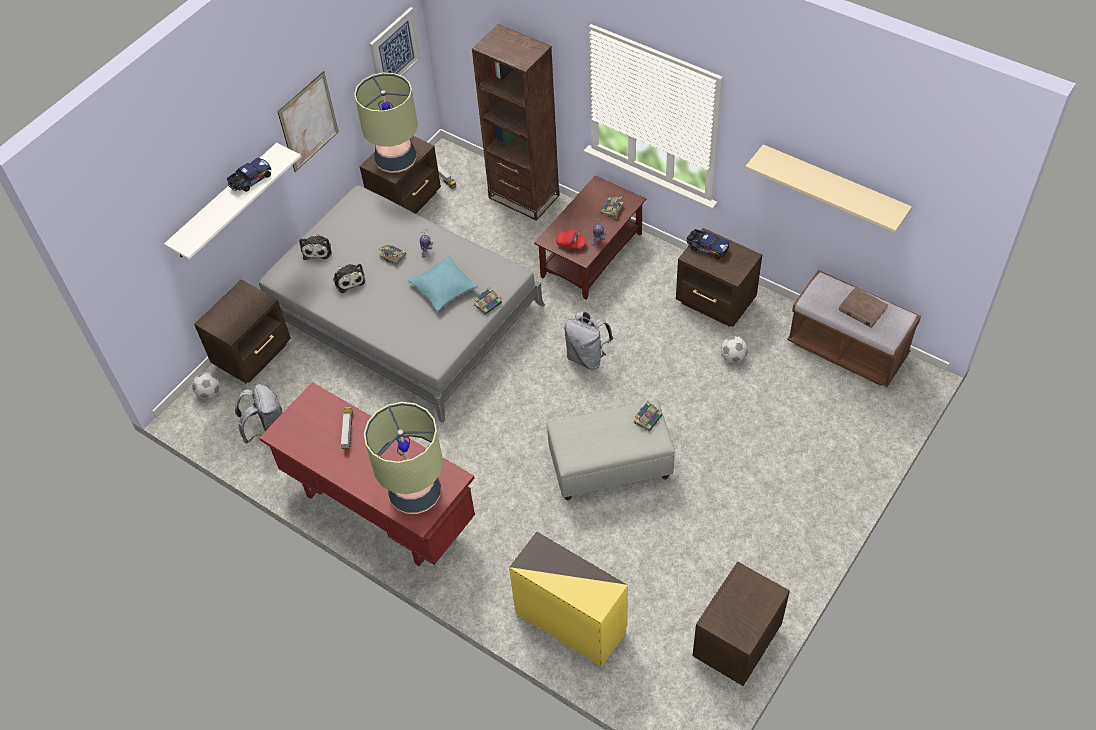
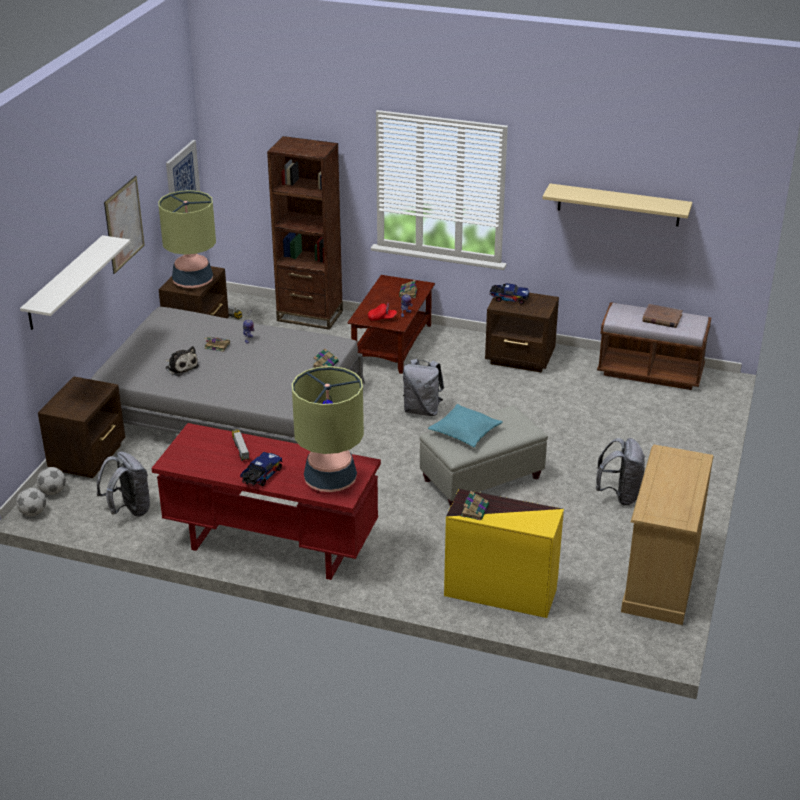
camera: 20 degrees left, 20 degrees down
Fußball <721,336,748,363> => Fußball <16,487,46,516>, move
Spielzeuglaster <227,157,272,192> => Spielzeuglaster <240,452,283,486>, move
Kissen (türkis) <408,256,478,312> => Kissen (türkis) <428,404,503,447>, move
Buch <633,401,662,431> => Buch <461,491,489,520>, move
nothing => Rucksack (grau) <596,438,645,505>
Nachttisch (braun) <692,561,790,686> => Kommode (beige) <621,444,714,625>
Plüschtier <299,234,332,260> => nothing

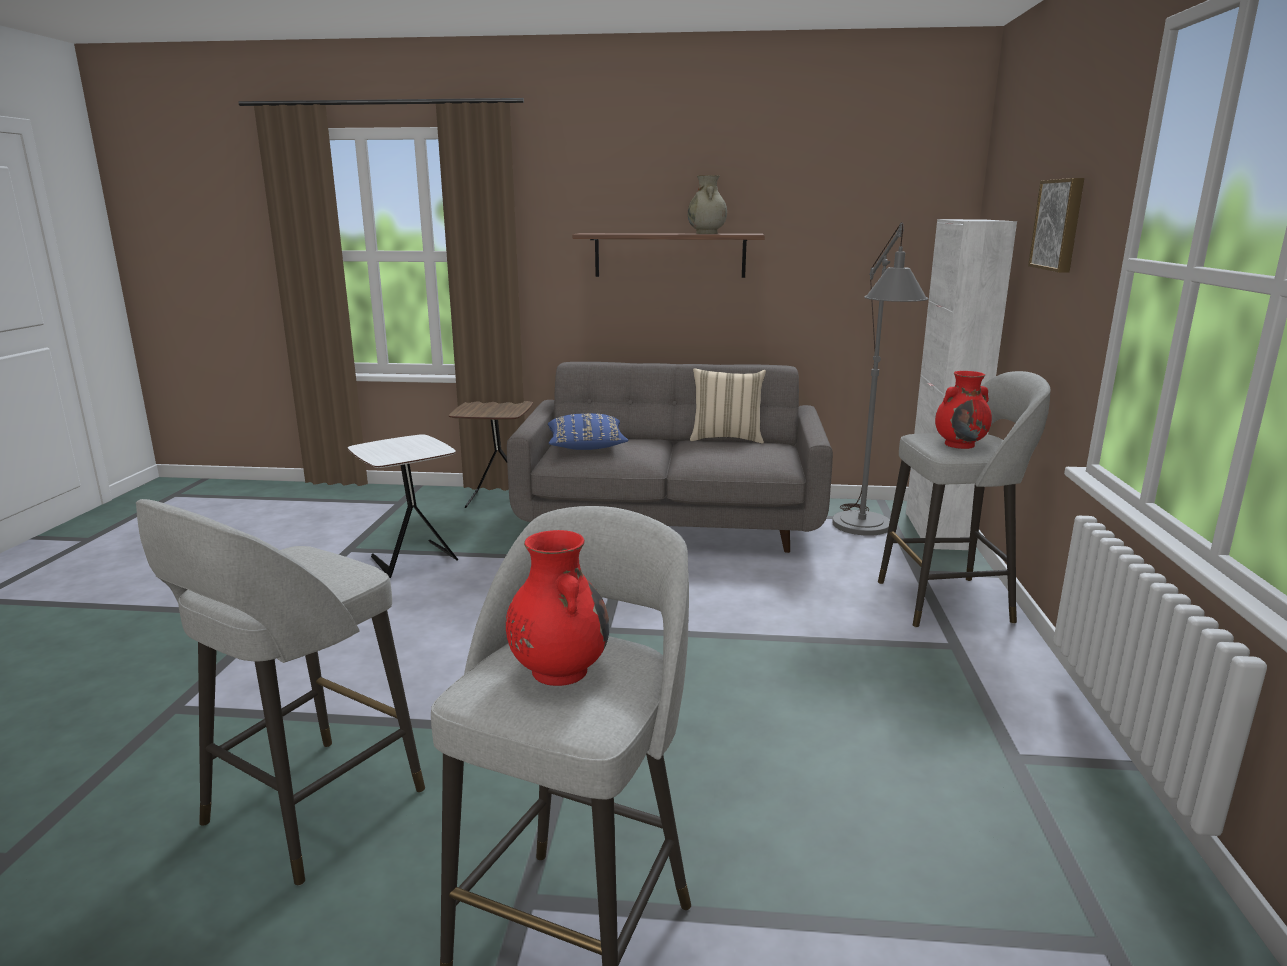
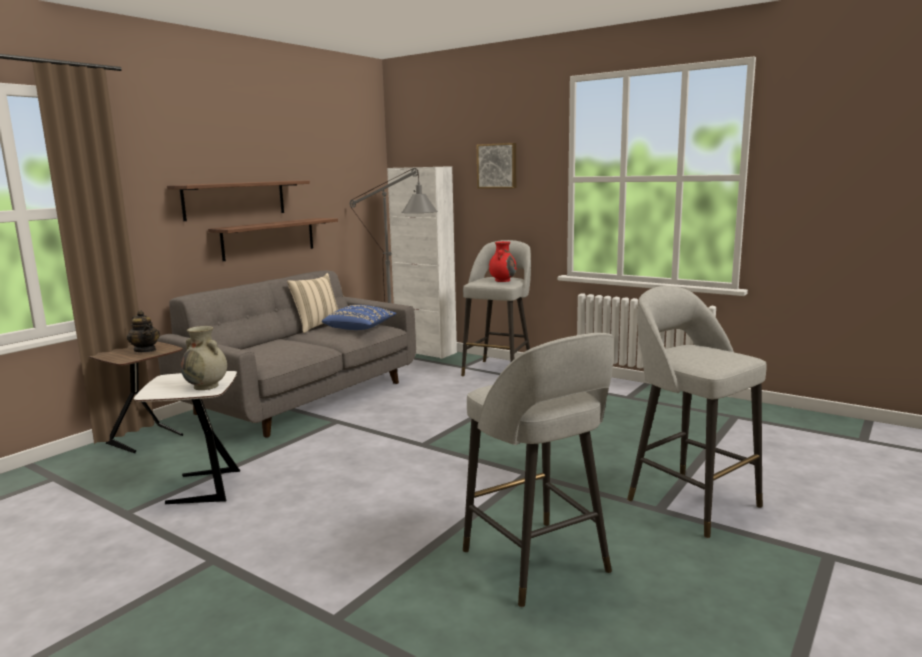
camera: 60 degrees left, 5 degrees down
nothing => Teekanne <127,310,160,352>
Vase (beige) <688,175,727,234> => Vase (beige) <181,326,227,390>, move
nothing => Wandregal <208,218,338,261>
Kissen (blau) <548,413,628,450> => Kissen (blau) <322,305,397,330>, move
Vase (rot) <506,530,609,686> => nothing

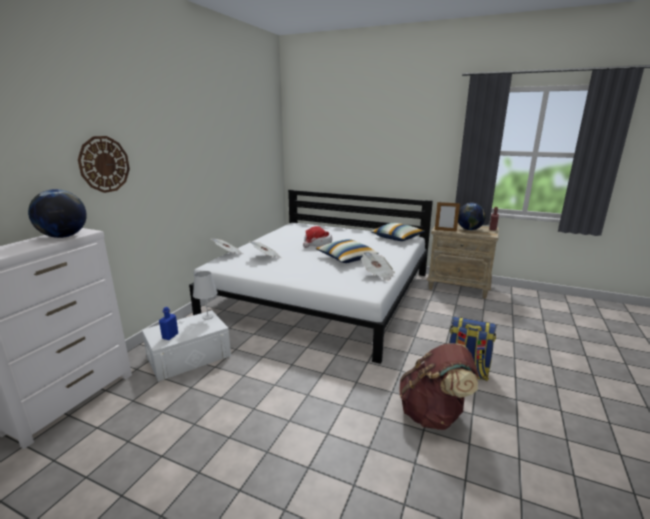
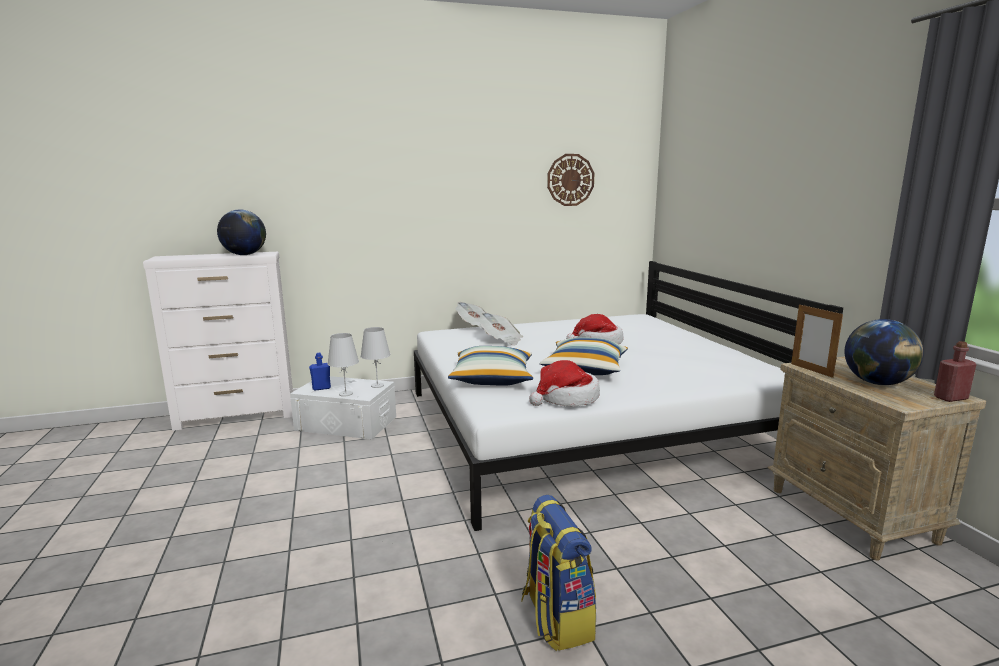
camera: 50 degrees right, 5 degrees down
nothing => Tischlampe (weiß) <327,333,359,397>
Kissen <371,223,425,241> => Kissen <448,346,533,386>, move
Zeitung <361,252,395,281> => Hut <529,360,600,406>
Wanduhr <78,136,130,193> => Wanduhr <547,154,594,206>, move
Rucksack (braun) <399,343,479,430> => nothing

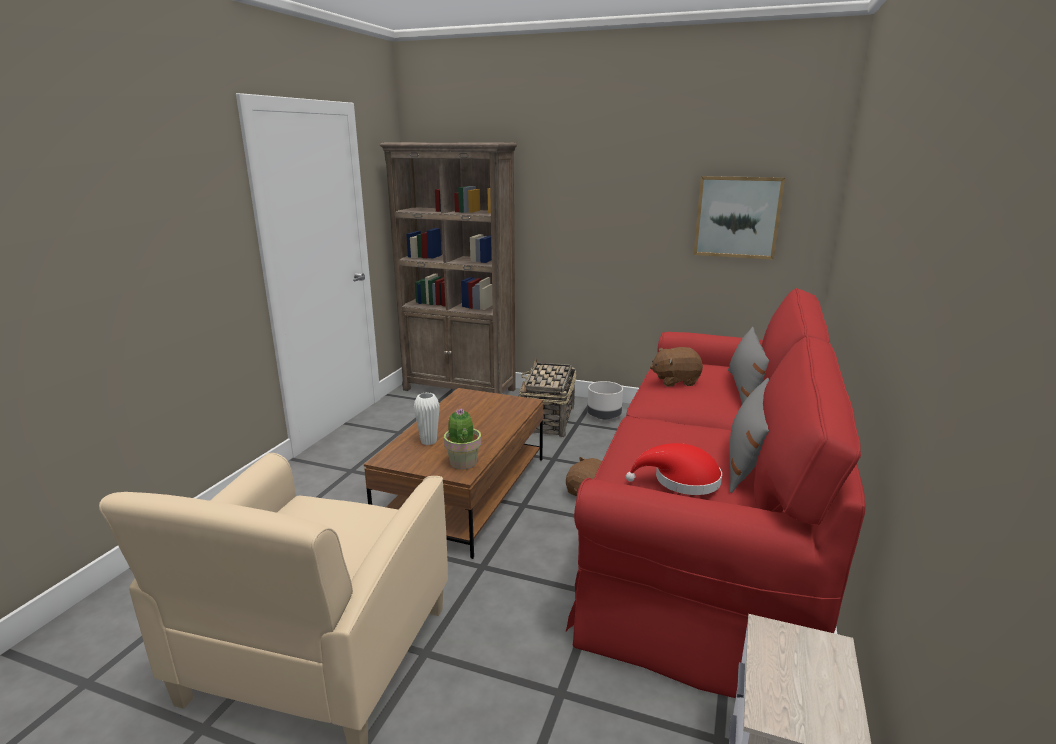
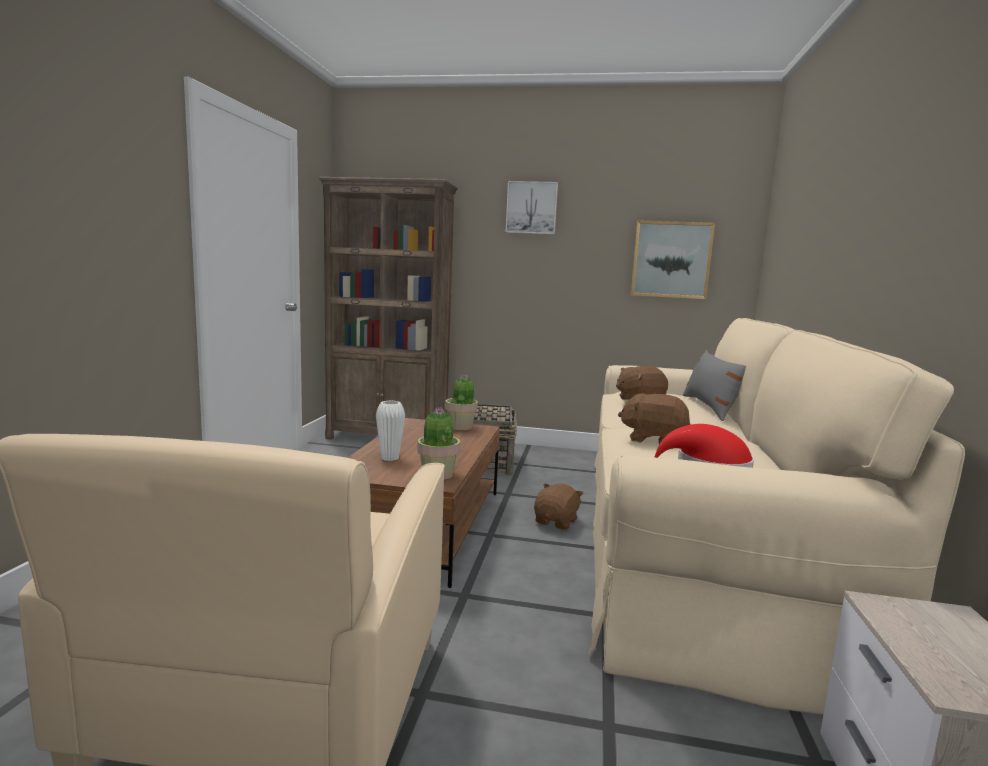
camera: 10 degrees left, 10 degrees down
nothing => Topfpflanze <445,374,478,430>
nothing => Bild <506,181,558,234>
Sofa (rot) <566,288,866,698> => Sofa (beige) <589,318,965,715>
nothing => Plüschtier (braun) <618,393,691,444>
Pflanzkübel (grau) <587,381,623,419> => nothing
Kissen (grau) <729,378,769,493> => nothing

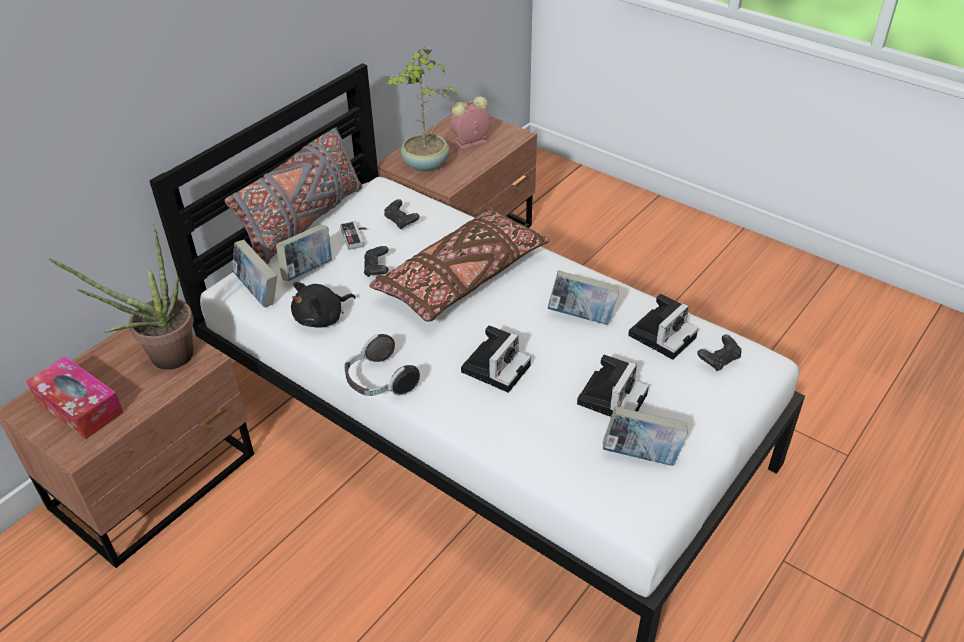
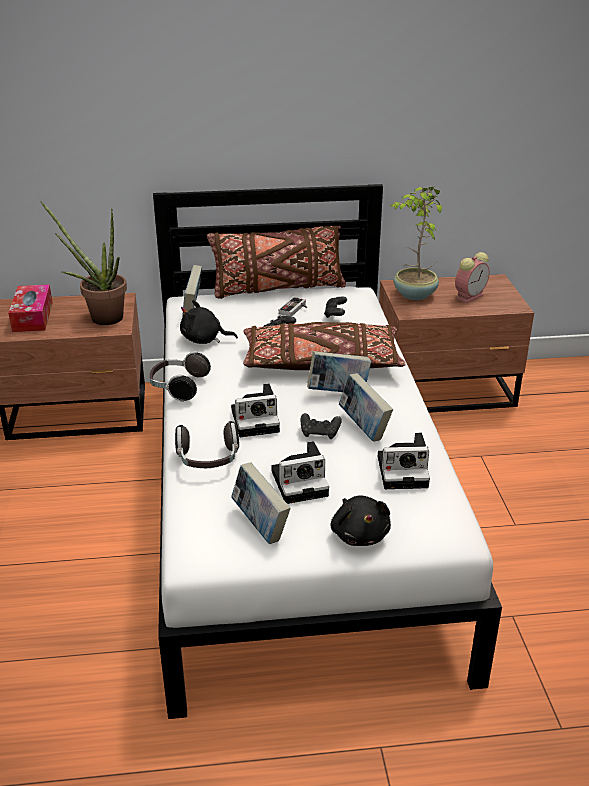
camera: 45 degrees right, 10 degrees down
nothing => Kopfhörer <175,421,239,468>
Kissen (grau) <224,127,362,264> => Kissen (braun) <207,226,346,299>
Gamepad (schwarz) <697,335,741,371> => Gamepad (schwarz) <301,413,342,439>, move
Buch <276,225,332,281> => Buch <307,351,371,392>, move
nothing => Plüschtier (schwarz) <331,495,391,546>
Wecker <450,96,491,149> => Wecker <455,252,490,303>, 120 degrees clockwise

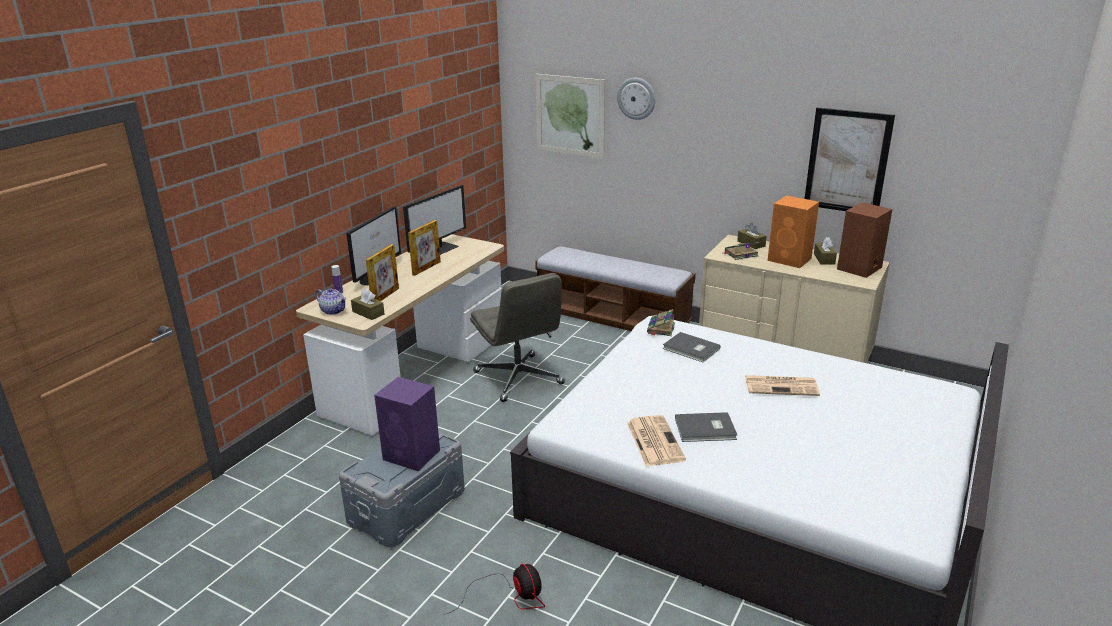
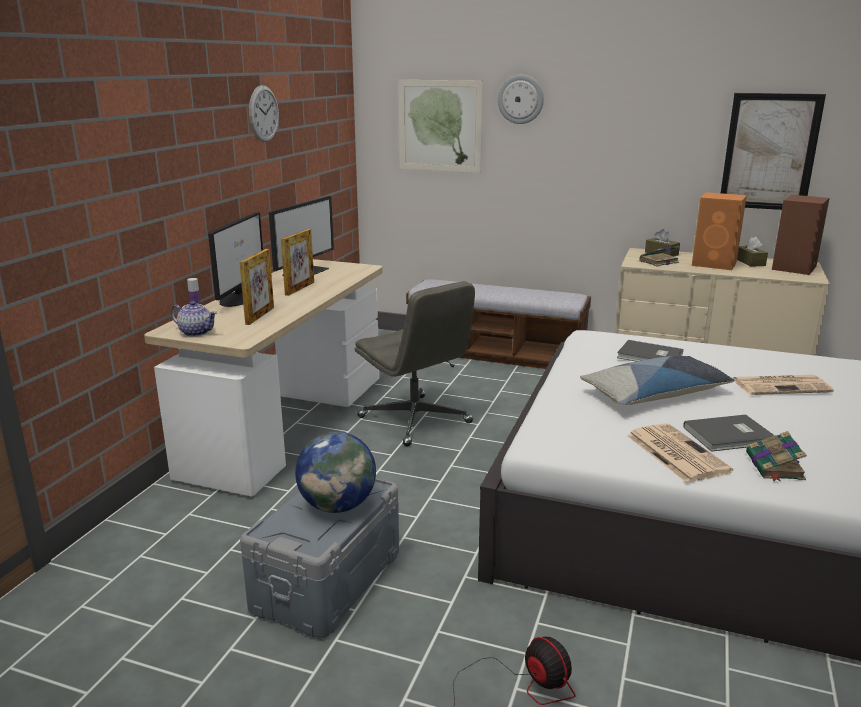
camera: 10 degrees left, 5 degrees down
nothing => Wanduhr <249,85,279,142>
Lautsprecher (lila) <374,377,440,471> => Globus <295,432,376,513>
nothing => Kissen <580,356,735,405>
Buch <647,309,675,336> => Buch <746,431,807,482>, move
Taschentuchbox (braun) <351,289,384,320> => nothing

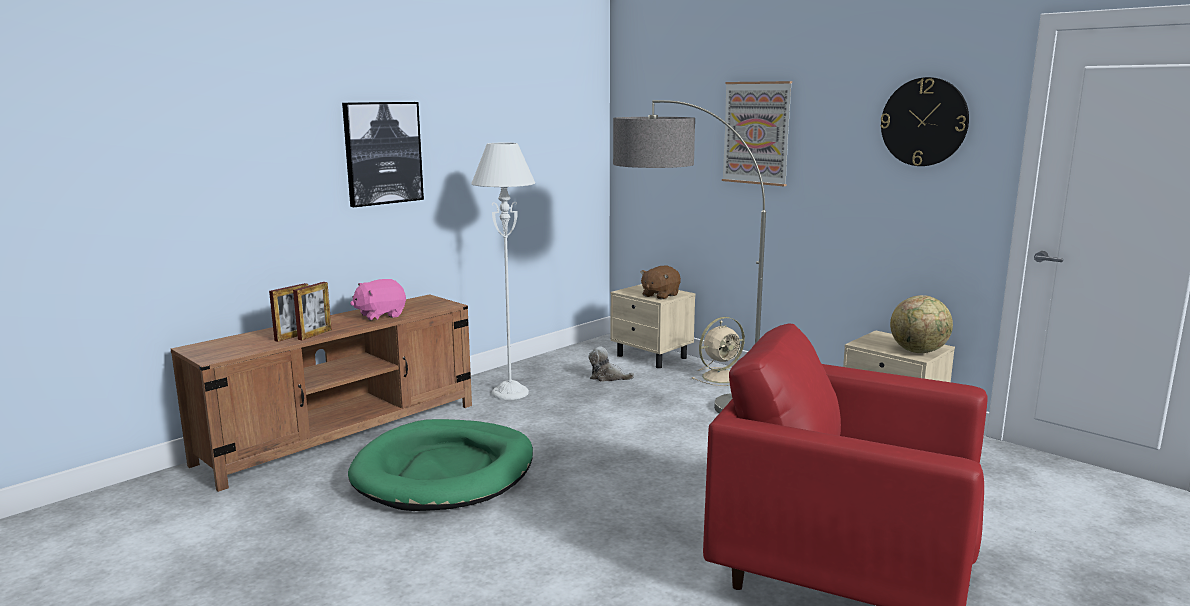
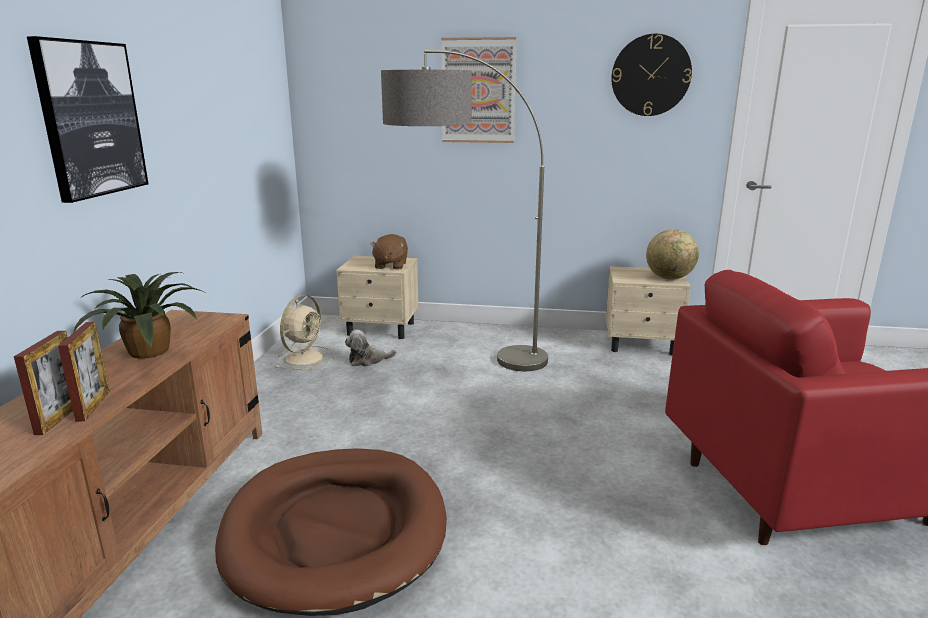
camera: 35 degrees left, 5 degrees up
Plüschtier (rosa) <350,279,406,321> => Topfpflanze <73,272,205,359>
Hundebett (grün) <348,419,533,511> => Hundebett (braun) <215,448,447,616>
Ventilator (beige) <692,317,745,386> => Ventilator (beige) <275,295,334,370>, move
Stehlampe (weiß) <471,143,535,400> => nothing

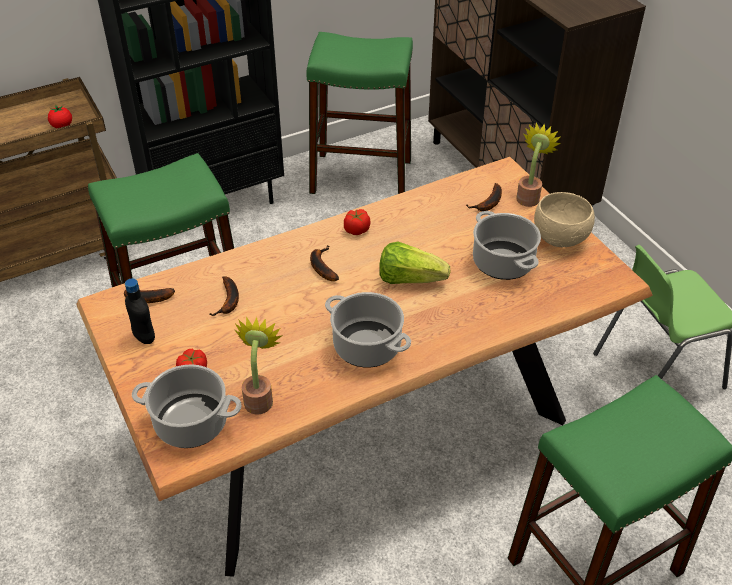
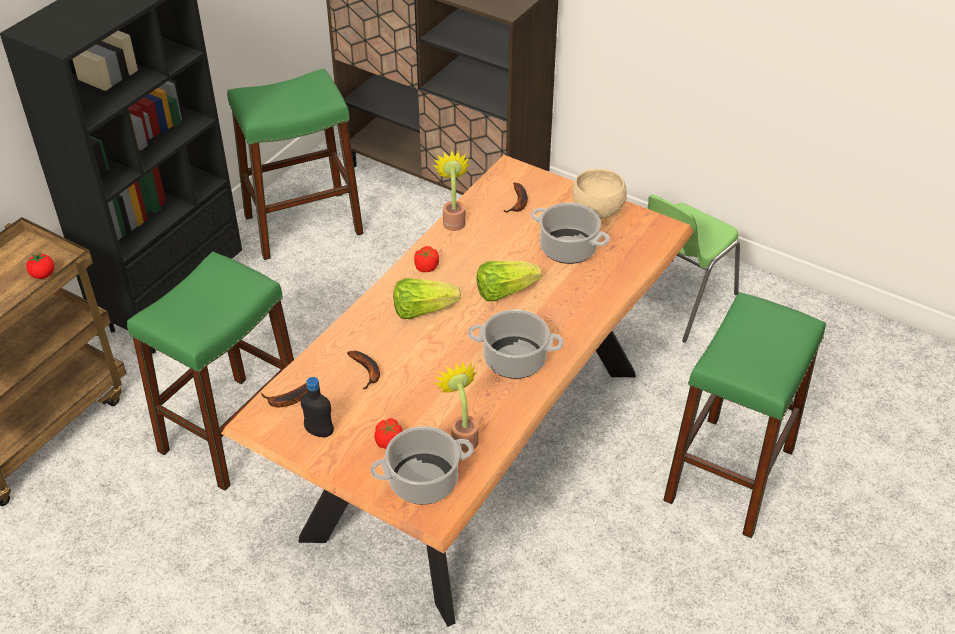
camera: 30 degrees left, 0 degrees up
Banane <310,245,339,281> => Salatkopf <393,278,461,319>
Topfpflanze <516,122,561,207> => Topfpflanze <433,151,471,231>, move

